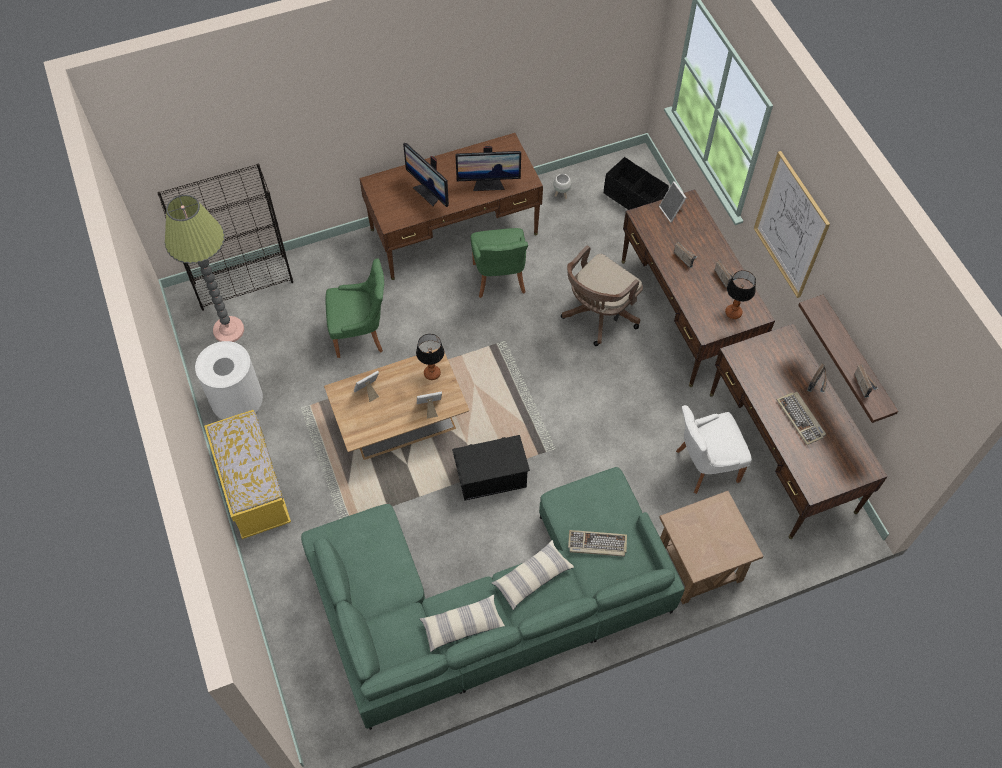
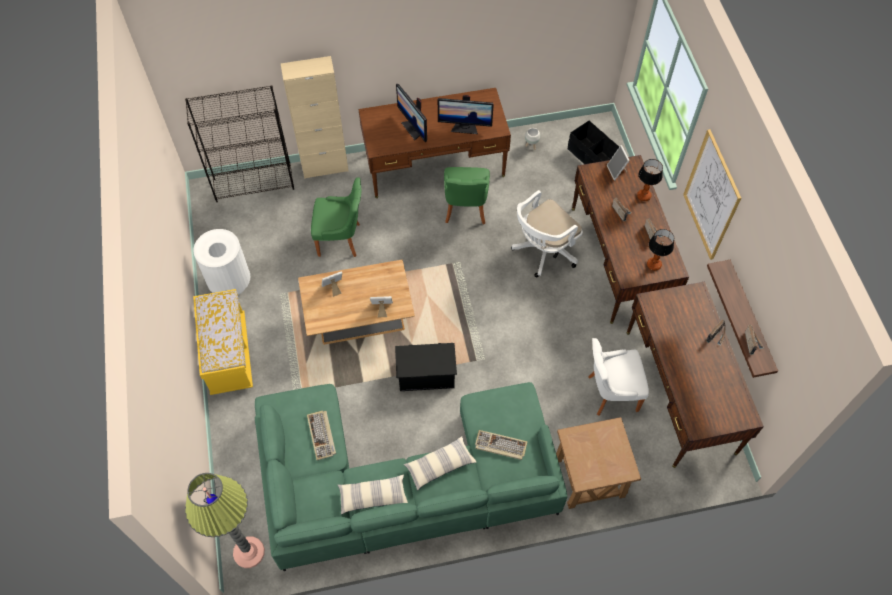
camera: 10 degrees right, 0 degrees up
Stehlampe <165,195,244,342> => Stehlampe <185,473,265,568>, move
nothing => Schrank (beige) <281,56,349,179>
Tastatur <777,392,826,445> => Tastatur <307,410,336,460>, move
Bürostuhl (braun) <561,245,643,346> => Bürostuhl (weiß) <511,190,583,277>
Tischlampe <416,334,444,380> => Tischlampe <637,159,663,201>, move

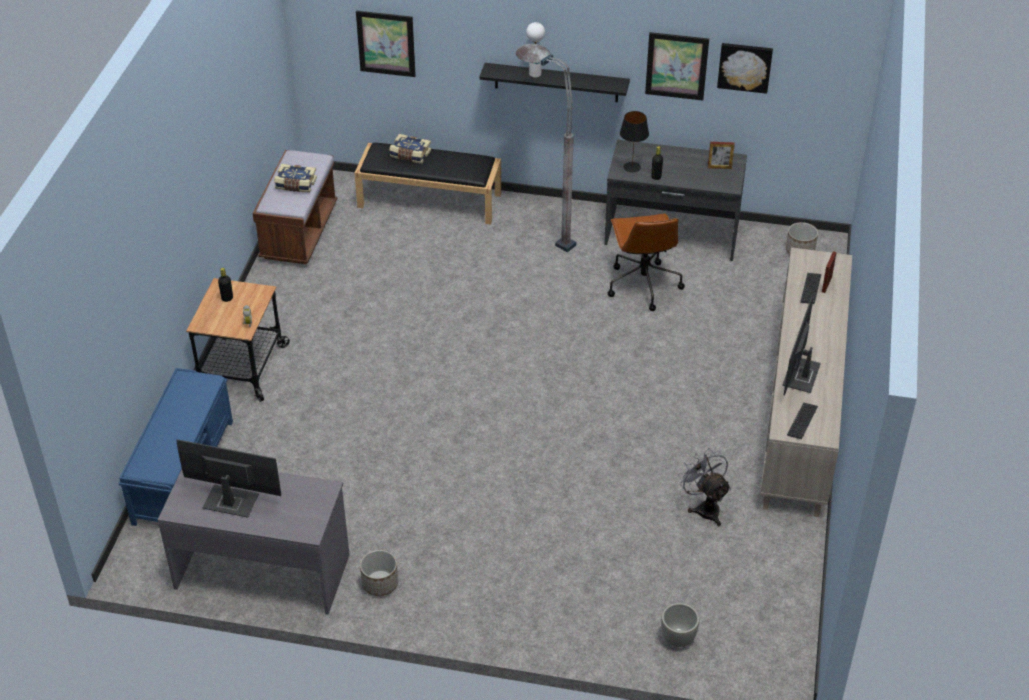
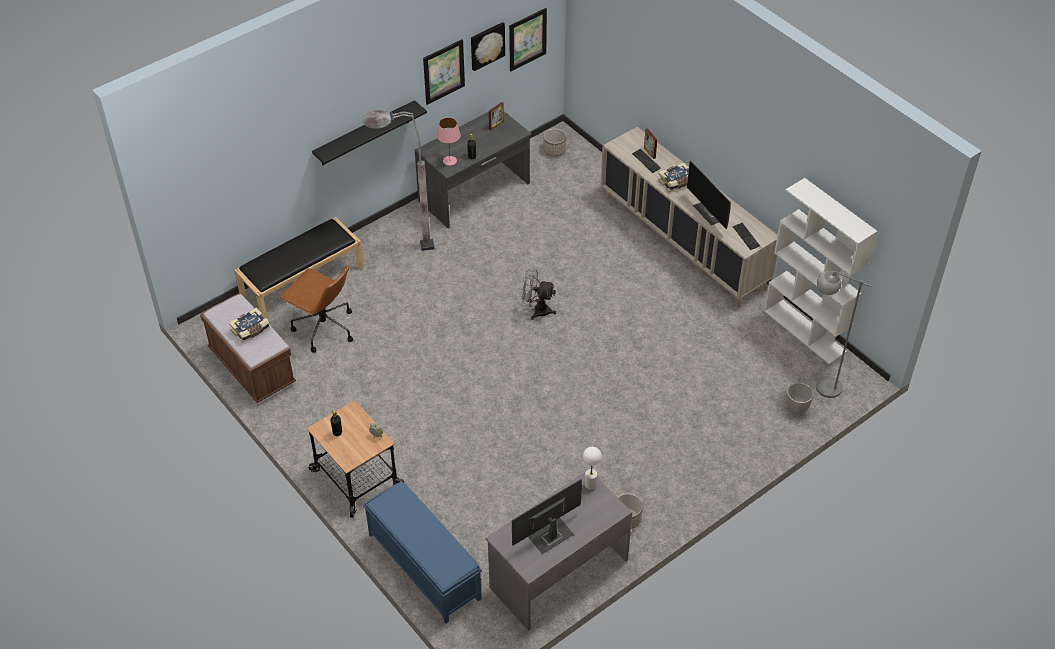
camera: 50 degrees left, 5 degrees up
Bürostuhl (braun) <608,214,685,311> => Bürostuhl (braun) <279,265,353,353>, move
Tischlampe (schwarz) <620,111,649,172> => Tischlampe (rosa) <437,117,461,166>
Bild <356,11,416,77> => Bild <509,8,547,71>, move
Ventilator (grau) <678,448,731,526> => Ventilator (grau) <521,269,556,320>, move
Tischlampe (weiß) <526,22,545,78> => Tischlampe (weiß) <583,447,602,490>, move
Buch <389,134,431,164> => Buch <658,162,689,192>, move
nothing => Bücherregal (weiß) <764,178,877,364>
nothing => Stehlampe (grau) <816,271,871,398>

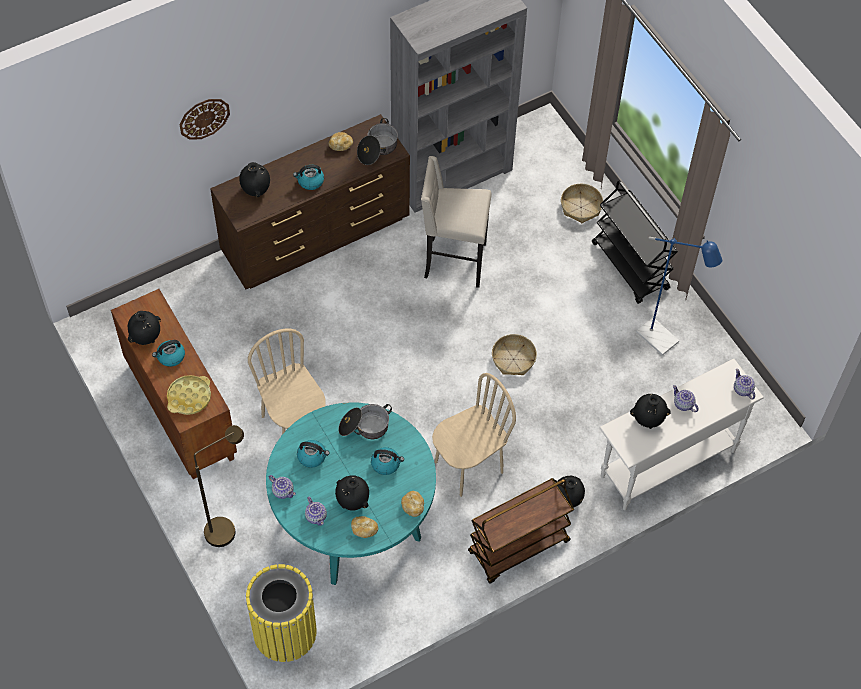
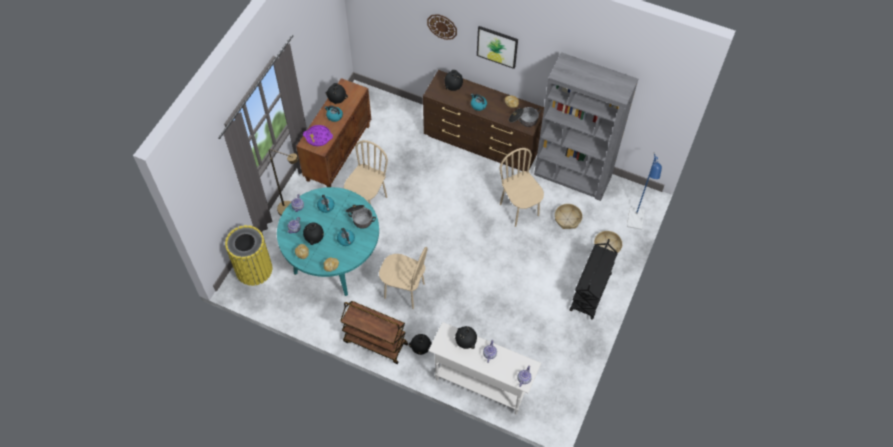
camera: 55 degrees right, 0 degrees up
Tablett (gelb) <167,375,211,415> => Tablett (lila) <303,125,333,146>
nothing => Bild <477,26,518,69>
Hocker (beige) <421,156,491,288> => Stuhl (beige) <500,148,544,227>
Korb <492,334,537,375> => Korb <555,204,582,229>, move
Stehlampe (blau) <636,237,722,356> => Stehlampe (blau) <627,152,662,230>, move

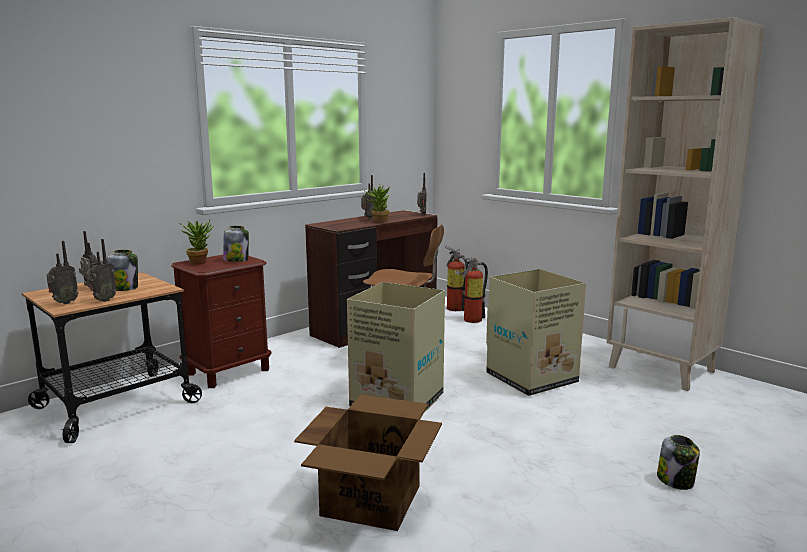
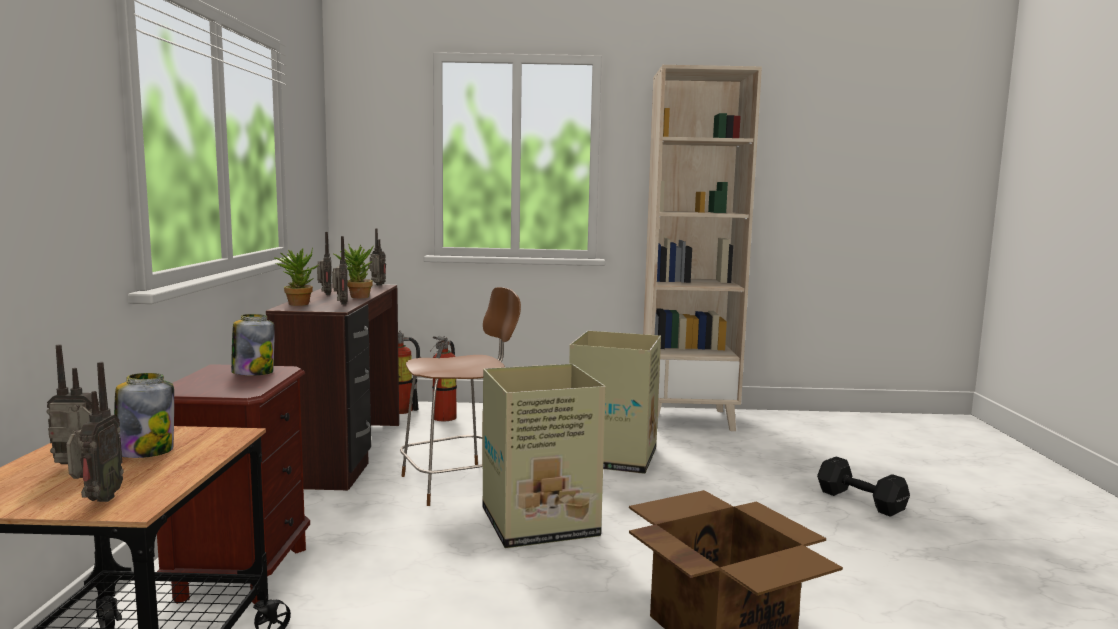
camera: 45 degrees left, 5 degrees down
Topfpflanze <179,220,213,265> => Topfpflanze <274,247,318,306>, move
Radio <86,239,117,302> => Radio <332,236,348,304>, move
Vorratsglas <657,435,700,490> => Hantel (schwarz) <817,456,910,517>

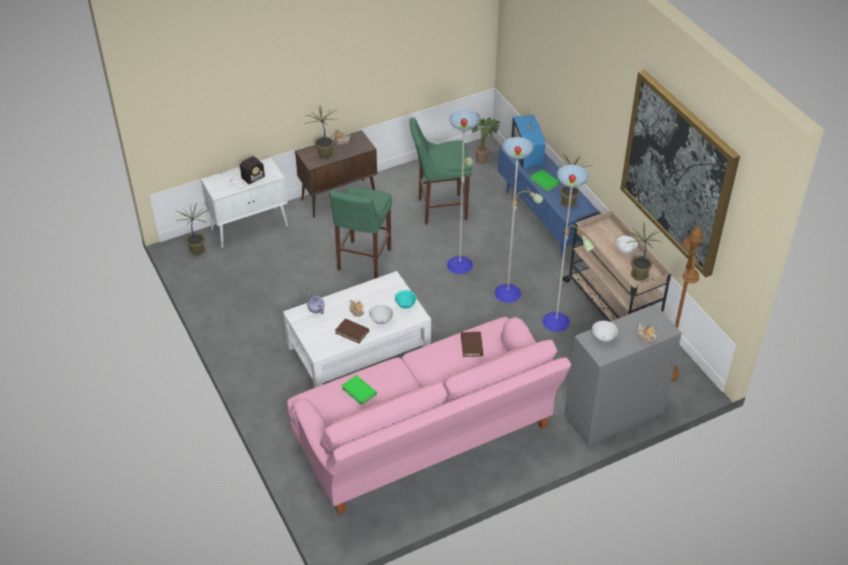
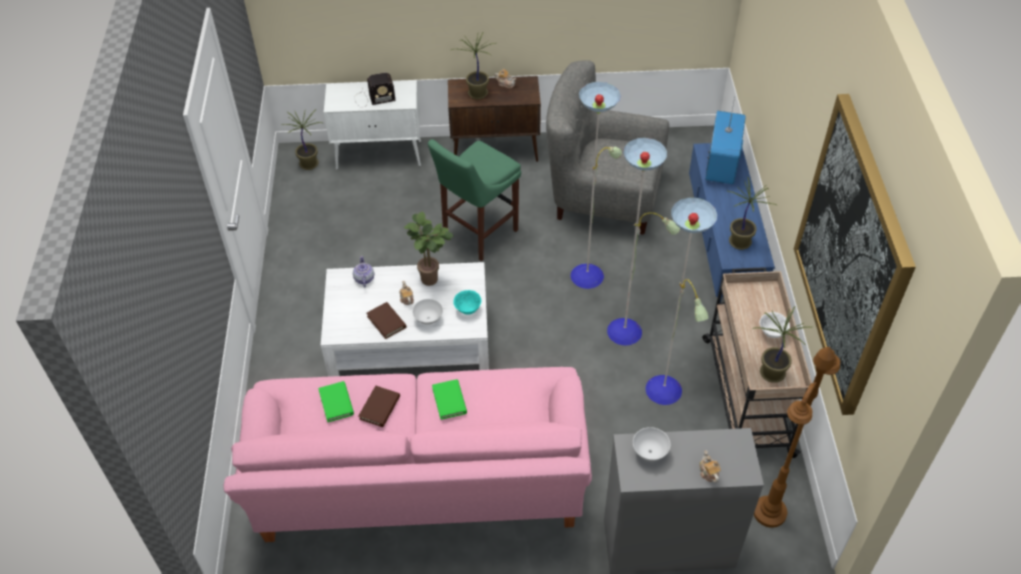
camera: 25 degrees right, 5 degrees up
Buch (braun) <461,332,483,357> => Buch (braun) <359,386,400,427>, move
Topfpflanze <471,113,501,164> => Topfpflanze <404,211,454,286>, move
Buch (grün) <530,170,560,192> => Buch (grün) <432,379,467,420>, move
Hocker (grün) <409,118,472,225> => Sessel (grau) <546,60,669,235>

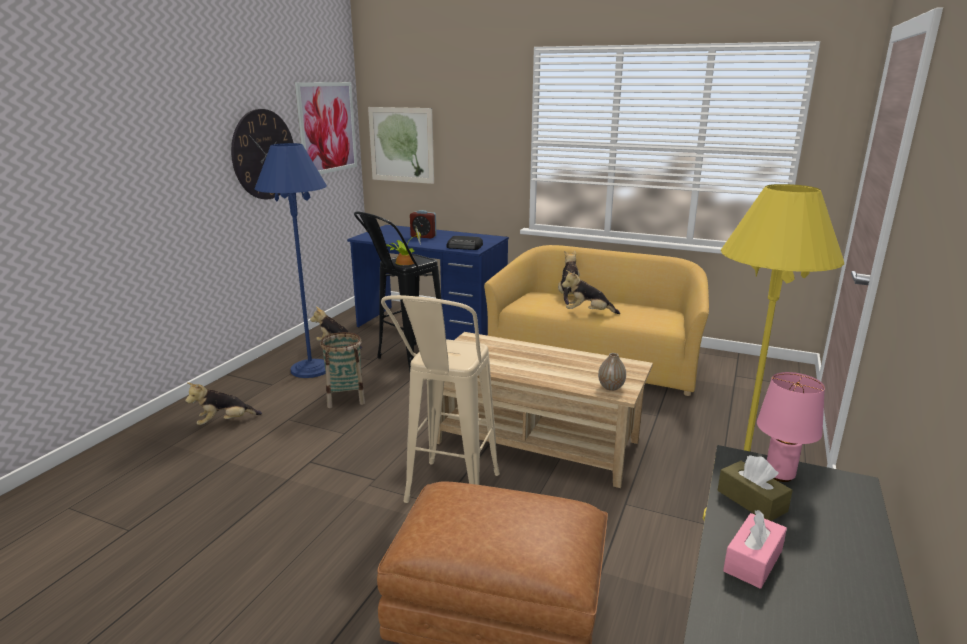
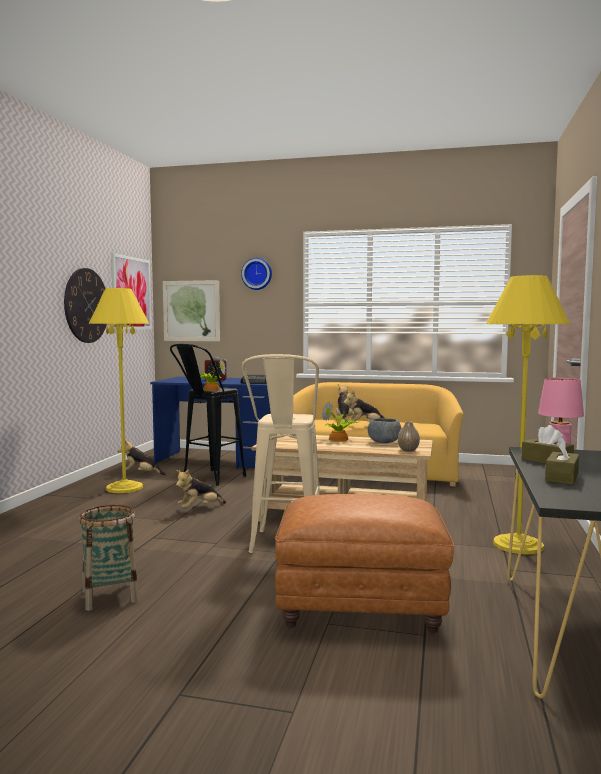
camera: 10 degrees left, 15 degrees down
Korb <320,332,365,408> => Korb <79,504,139,611>, move
Stehlampe (blau) <255,143,327,378> => Stehlampe (gelb) <89,288,149,493>
Plüschtier <185,382,262,425> => Plüschtier <176,470,226,508>, move
nothing => Wanduhr <241,258,272,290>
nothing => Topfpflanze <322,402,360,441>
nothing => Schüssel (grau) <368,418,402,443>
Taschentuchbox (rosa) <723,510,787,589> => Taschentuchbox (braun) <545,437,579,485>

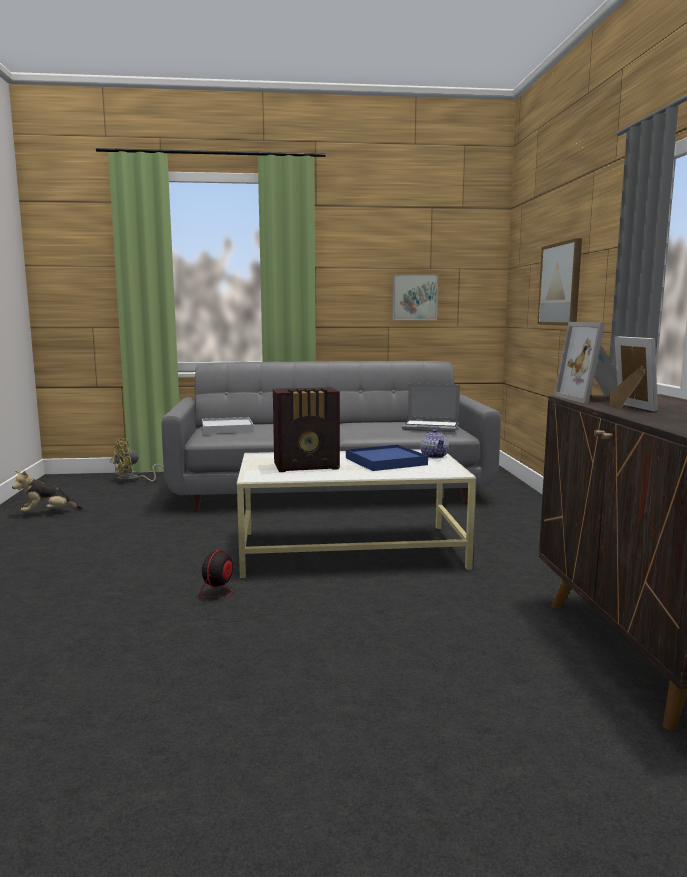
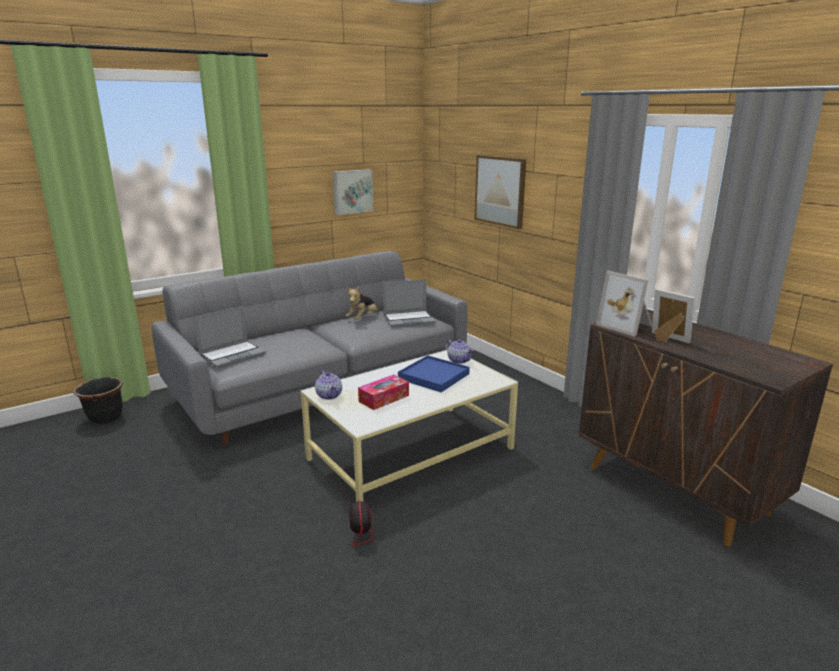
camera: 30 degrees left, 10 degrees up
Ventilator (gelb) <110,438,164,483> => Pflanzkübel (schwarz) <73,377,123,424>
Tablett (weiß) <202,417,254,434> => Laptop <194,306,266,368>
nothing => Teekanne <315,371,342,400>
Plüschtier <12,471,83,512> => Plüschtier <346,287,379,320>, move
Radio <273,387,340,472> => Taschentuchbox <358,374,409,410>

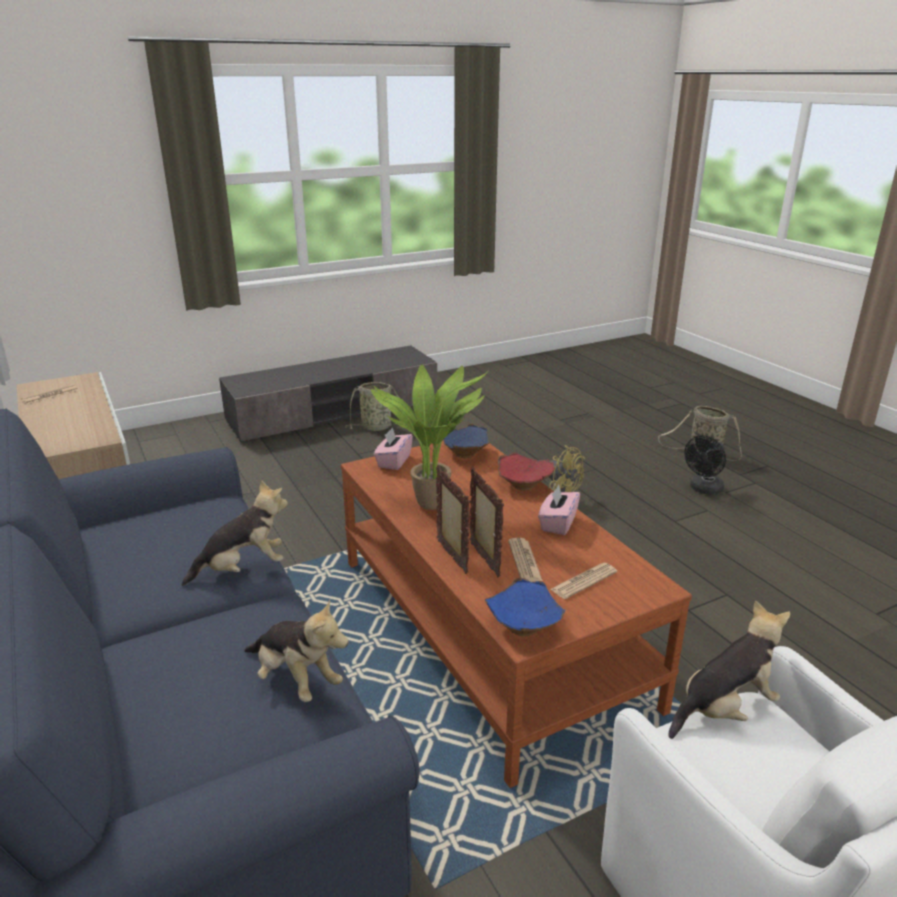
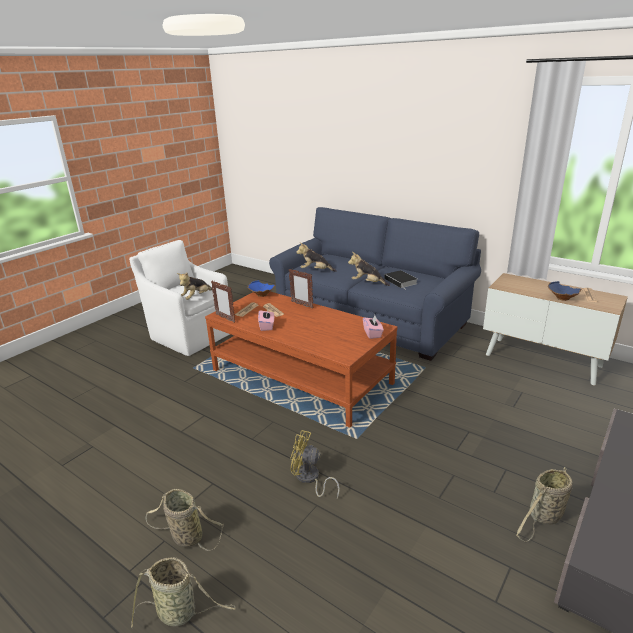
camera: 155 degrees right, 0 degrees up
Ventilator (schwarz) <684,435,726,495> => Korb <145,489,223,551>
Bilderrahmen <470,467,504,577> => Bilderrahmen <211,281,235,323>, move
Plüschtier <181,480,288,586> => Plüschtier <348,252,390,286>, 75 degrees clockwise
nothing => Buch <384,270,417,288>
Schüssel (blau) <444,424,490,458> => Schüssel (blau) <548,281,581,301>, move
Topfpflanze <371,364,487,510> => nothing
Schüssel (rot) <498,452,555,491> => nothing

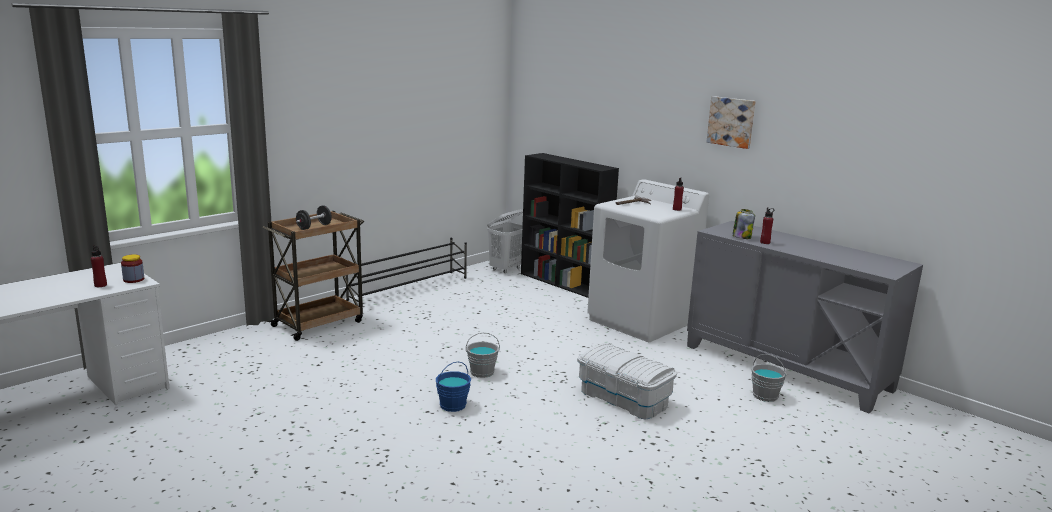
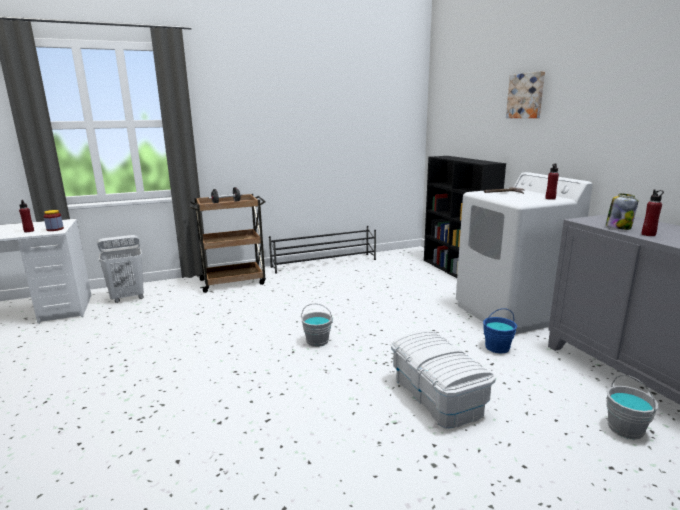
camera: 25 degrees right, 0 degrees up
Wäschekorb (weiß) <487,209,523,273> => Wäschekorb (weiß) <97,235,144,303>, move
Eimer (blau) <436,362,471,412> => Eimer (blau) <483,308,517,354>, move
Bild <707,96,756,149> => Bild <506,71,545,118>, move

